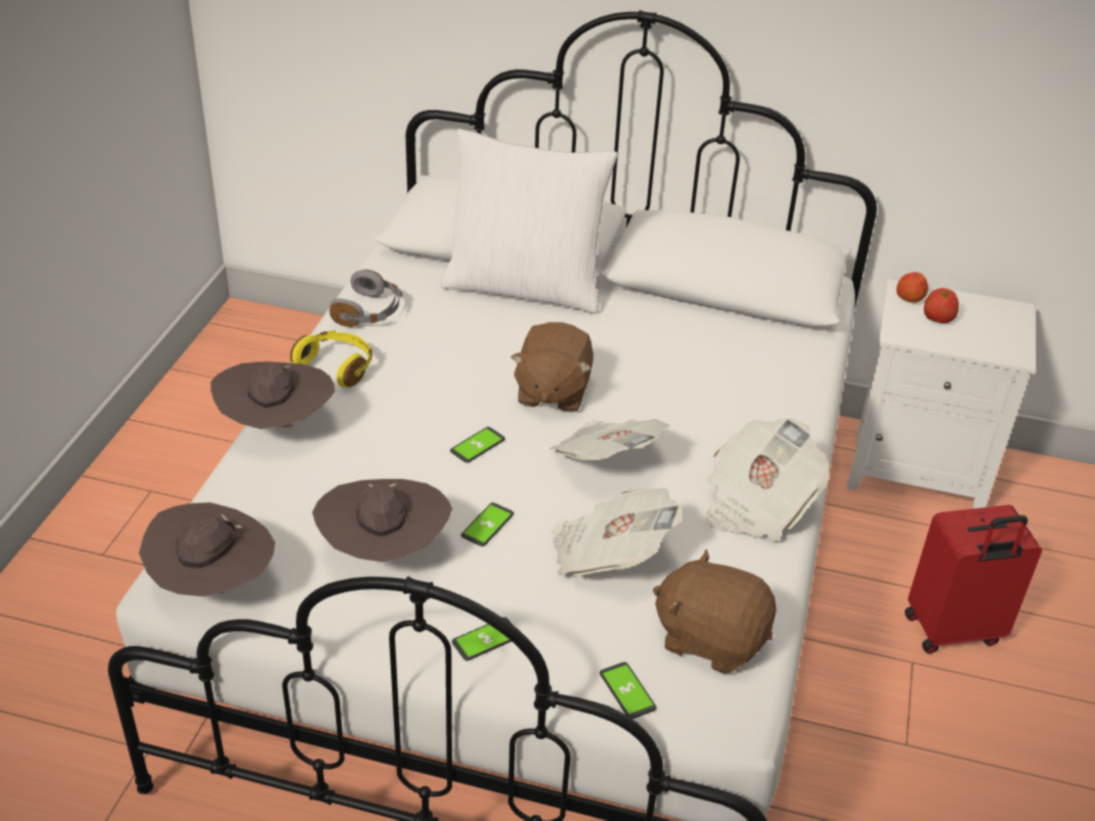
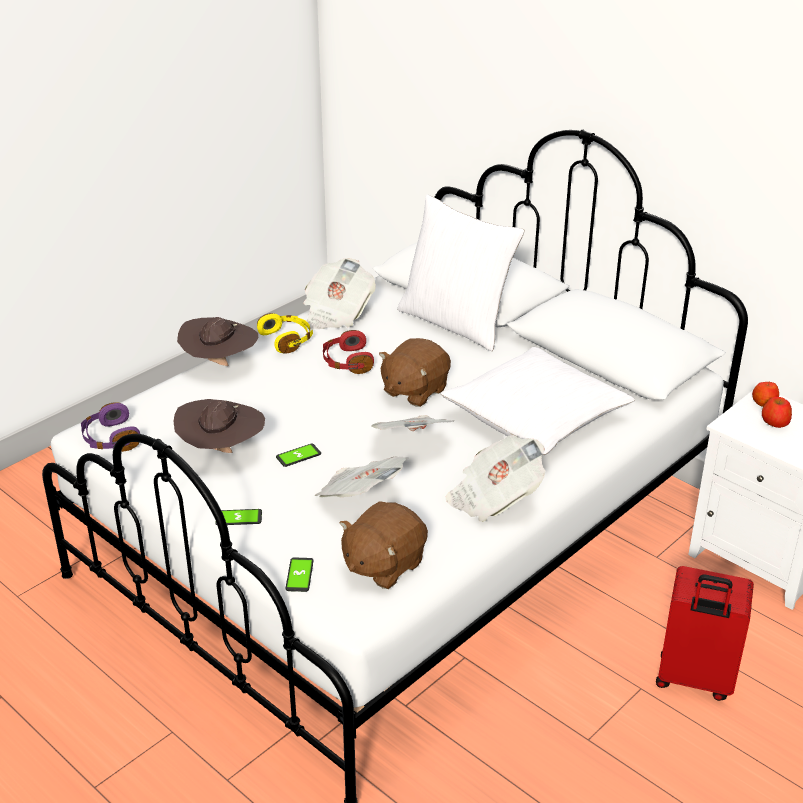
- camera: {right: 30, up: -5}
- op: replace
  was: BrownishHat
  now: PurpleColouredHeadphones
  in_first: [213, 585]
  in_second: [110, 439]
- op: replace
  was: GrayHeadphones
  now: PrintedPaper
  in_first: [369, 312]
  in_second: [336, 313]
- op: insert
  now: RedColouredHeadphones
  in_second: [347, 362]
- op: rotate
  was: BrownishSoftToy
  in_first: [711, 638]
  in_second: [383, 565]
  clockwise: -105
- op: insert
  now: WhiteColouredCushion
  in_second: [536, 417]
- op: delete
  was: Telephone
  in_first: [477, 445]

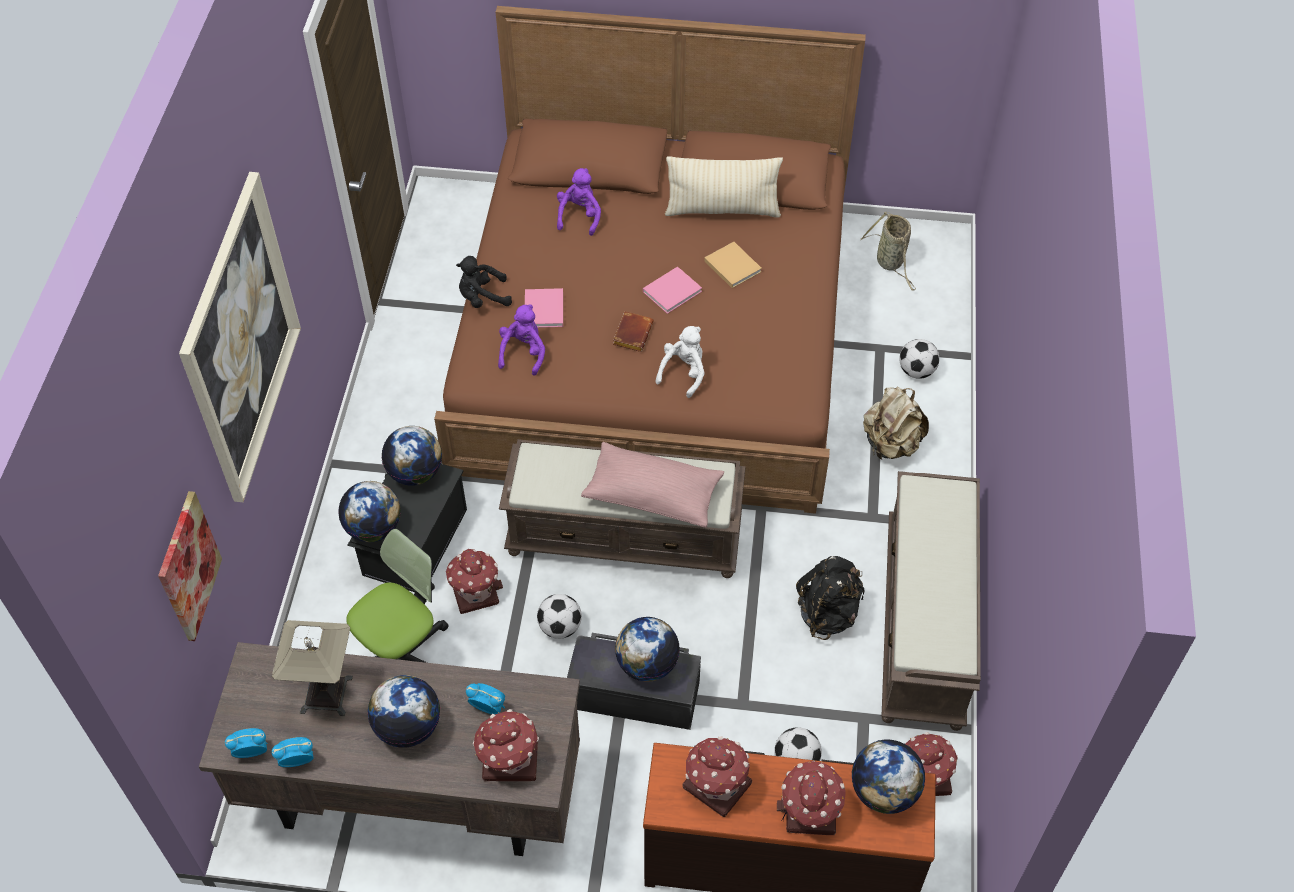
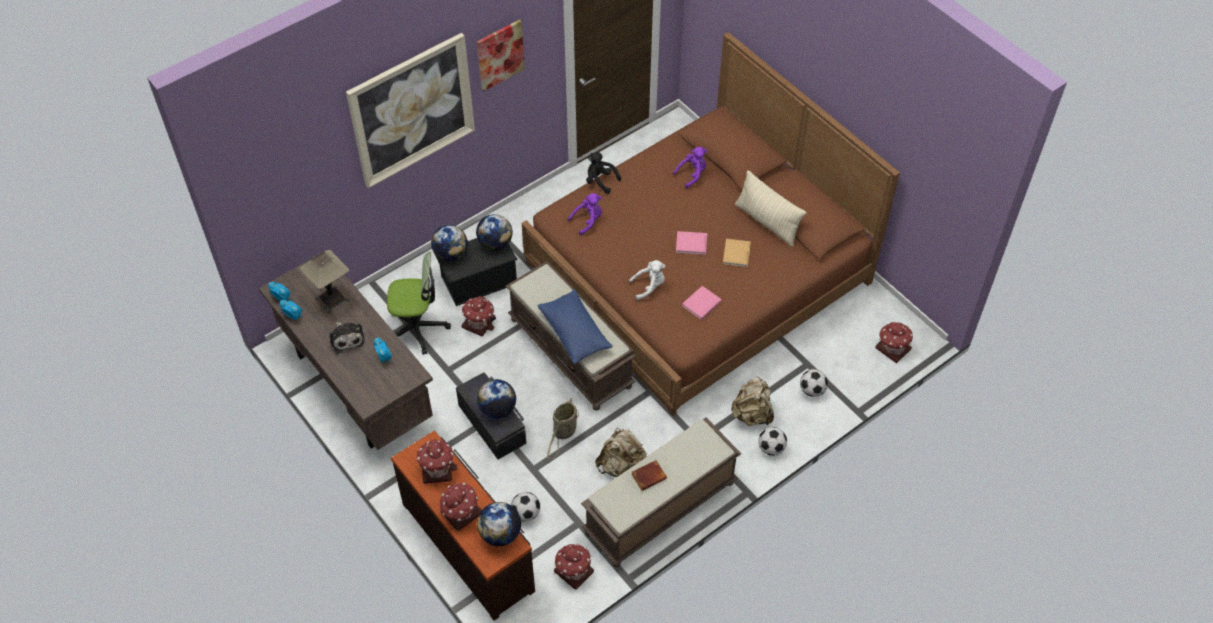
- camera: {right: 45, up: 0}
- op: replace
  was: Globe
  now: SoftToy
  in_first: [408, 726]
  in_second: [346, 338]
- op: move
  was: WallPicture
  in_first: [188, 566]
  in_second: [500, 54]
- op: recolor
  was: PinkCushion
  now: BlueColouredCushion
  in_first: [653, 495]
  in_second: [575, 333]
- op: move
  was: HouseholdBasket
  in_first: [890, 263]
  in_second: [564, 433]
- op: recolor
  was: BlackColouredRucksack
  now: BeigeRucksack
  in_first: [828, 613]
  in_second: [621, 464]
- op: move
  was: BrownishVolume
  in_first: [632, 333]
  in_second: [649, 476]
- op: move
  was: PinkVolume
  in_first: [544, 311]
  in_second: [701, 304]
- op: move
  was: FootballBall
  in_first: [560, 627]
  in_second: [771, 448]
- op: move
  was: ModelHouse
  in_first: [508, 759]
  in_second: [892, 348]

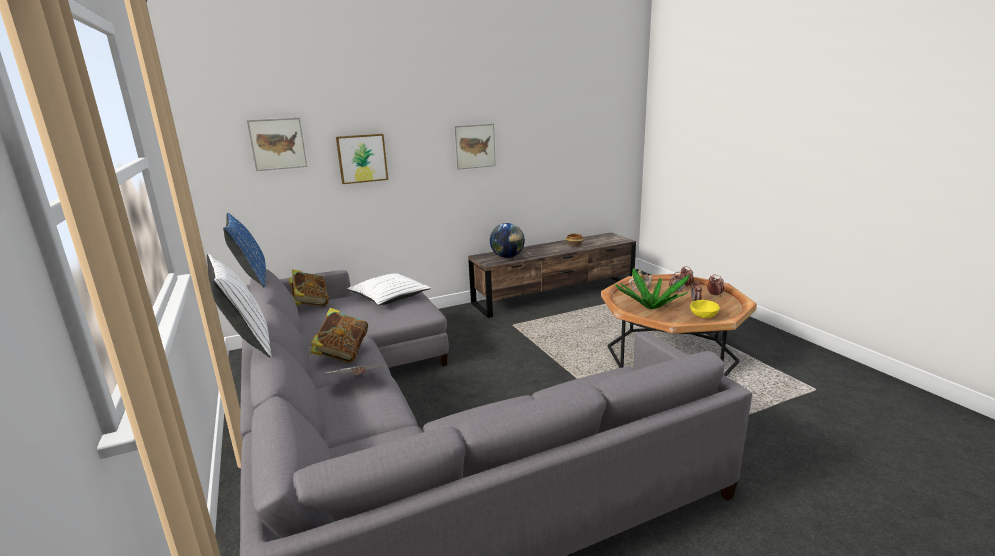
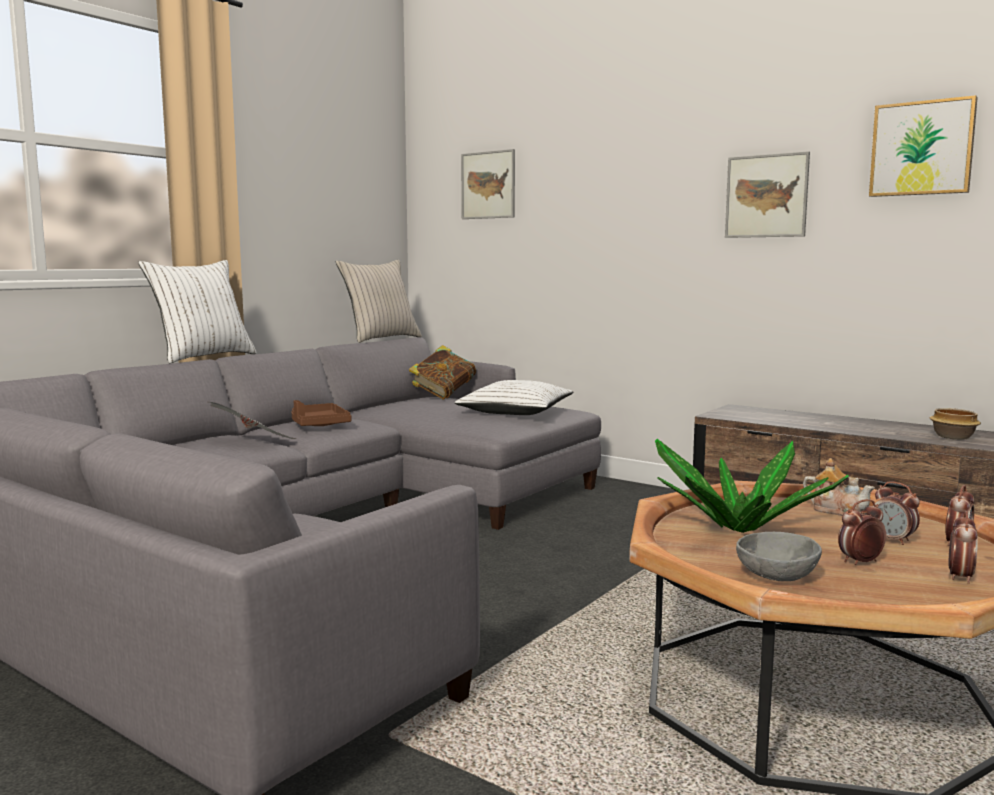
- camera: {right: 60, up: -10}
- op: replace
  was: Volume
  now: BrownishTray
  in_first: [342, 354]
  in_second: [318, 425]
- op: recolor
  was: BlueColouredCushion
  now: BeigeCushion
  in_first: [252, 279]
  in_second: [380, 339]
- op: recolor
  was: YellowishServingBowl
  now: GrayServingBowl
  in_first: [704, 316]
  in_second: [776, 577]
- op: move
  was: WallPicture
  in_first: [362, 158]
  in_second: [922, 148]
- op: delete
  was: Globe
  in_first: [507, 257]

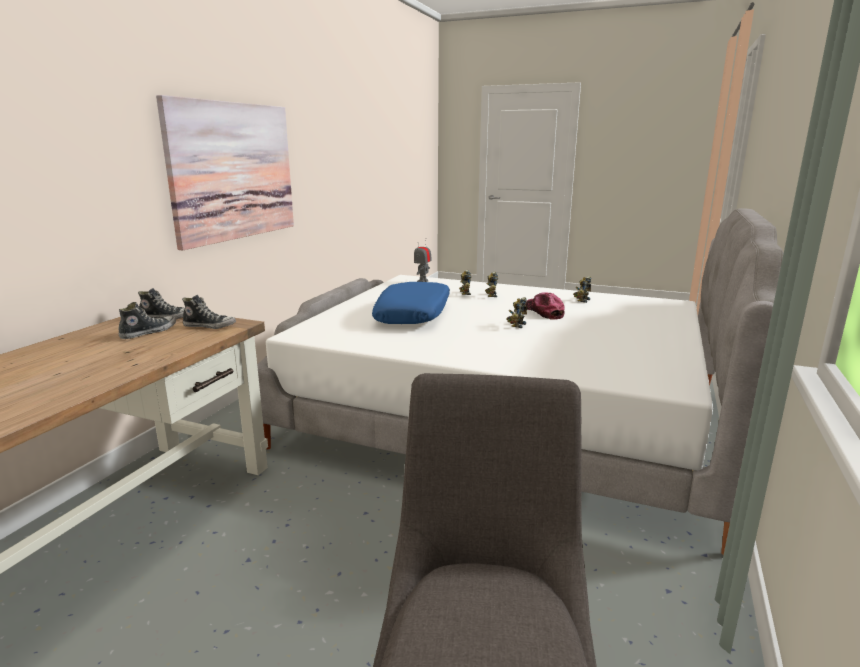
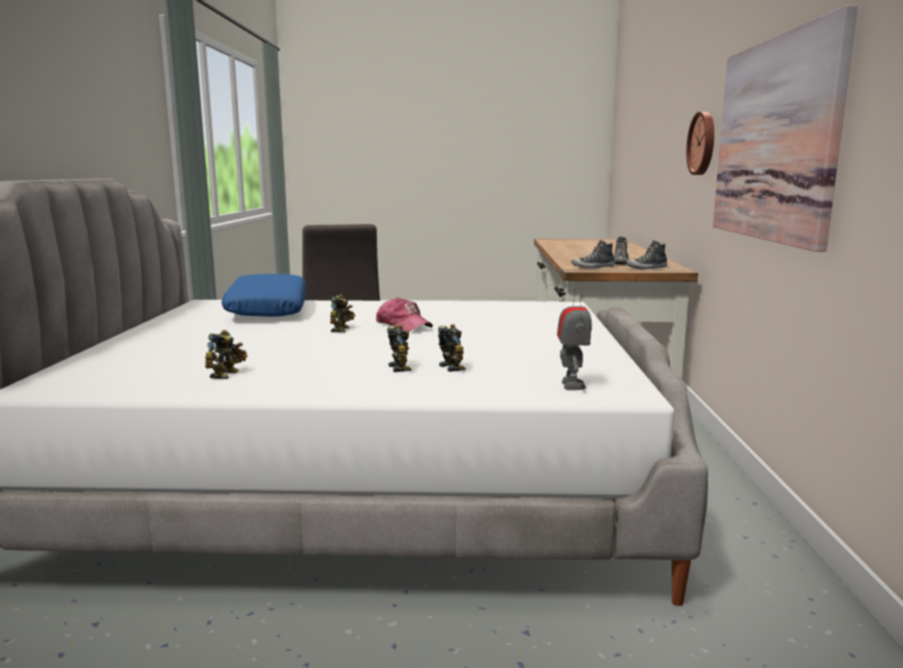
- camera: {right: 160, up: -5}
- op: move
  was: BlueColouredCushion
  in_first: [414, 314]
  in_second: [267, 310]
- op: move
  was: PeakedCap
  in_first: [543, 312]
  in_second: [403, 325]
- op: insert
  now: WallClock
  in_second: [703, 143]

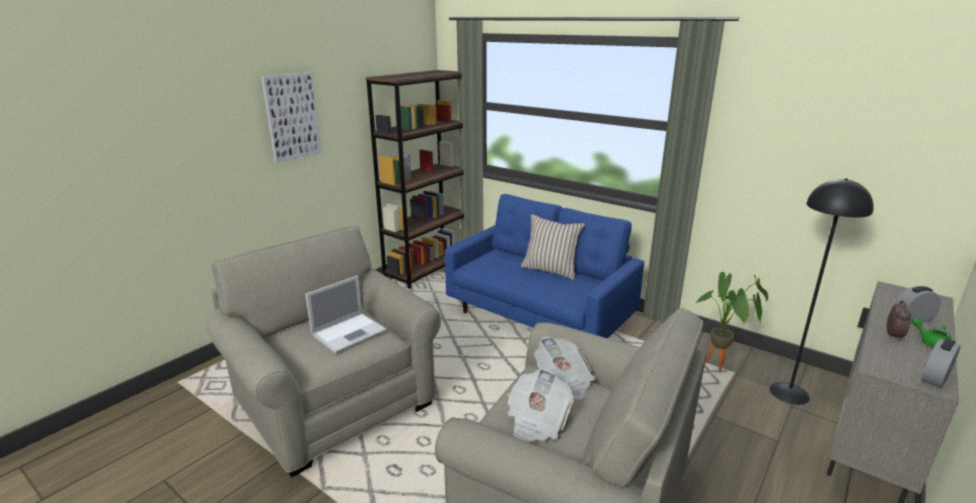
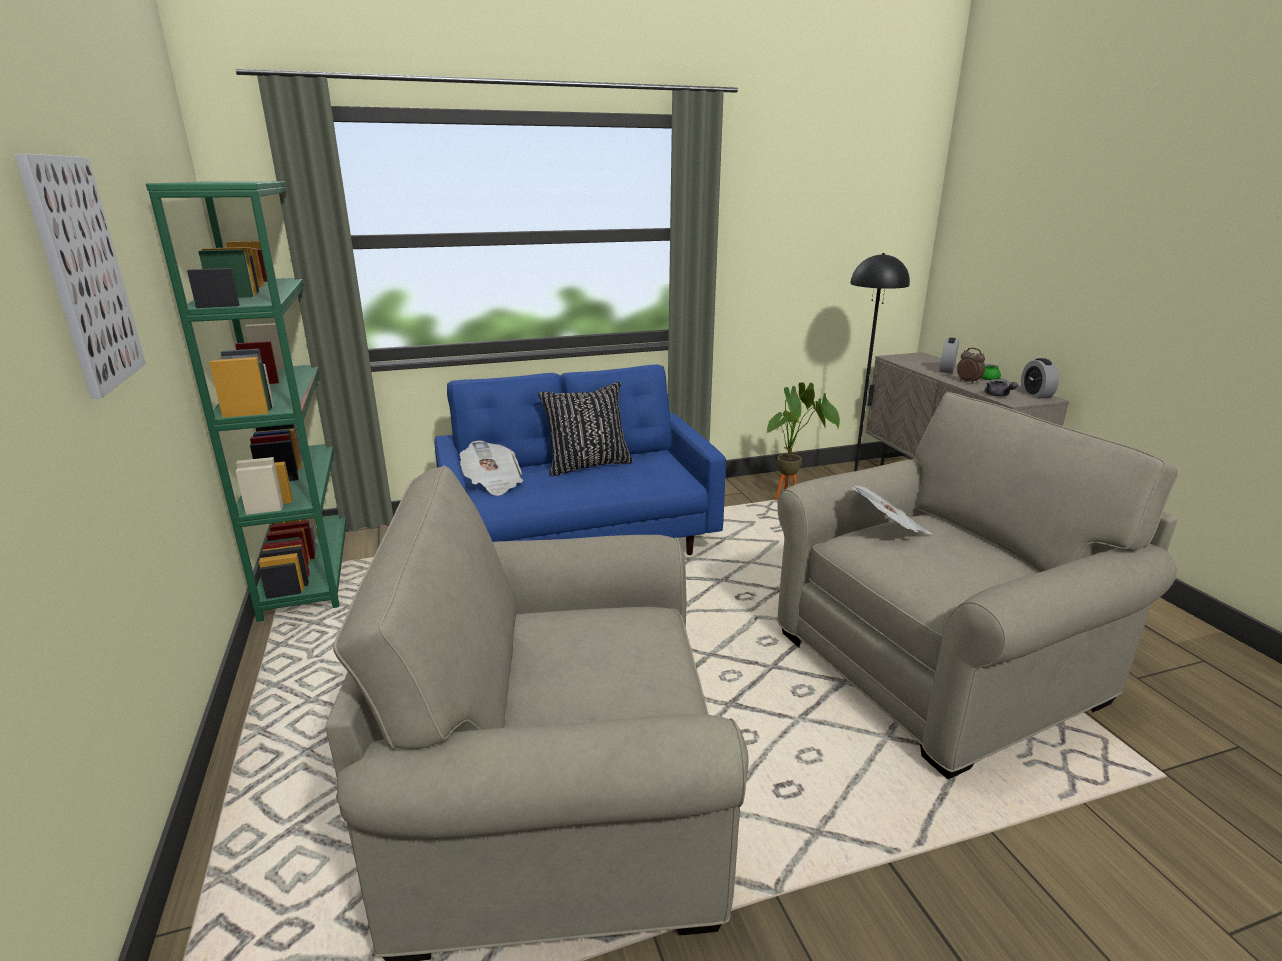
- camera: {right: -55, up: 0}
- op: recolor
  was: BrownishShelvingUnit
  now: GreenishShelvingUnit
  in_first: [427, 269]
  in_second: [308, 569]
- op: move
  was: PrintedPaper
  in_first: [537, 421]
  in_second: [492, 483]
- op: recolor
  was: BeigeCushion
  now: BlackColouredCushion
  in_first: [550, 270]
  in_second: [587, 465]
- op: insert
  now: GrayTeapot
  in_second: [998, 395]
- op: delete
  was: NotebookComputer
  in_first: [350, 332]

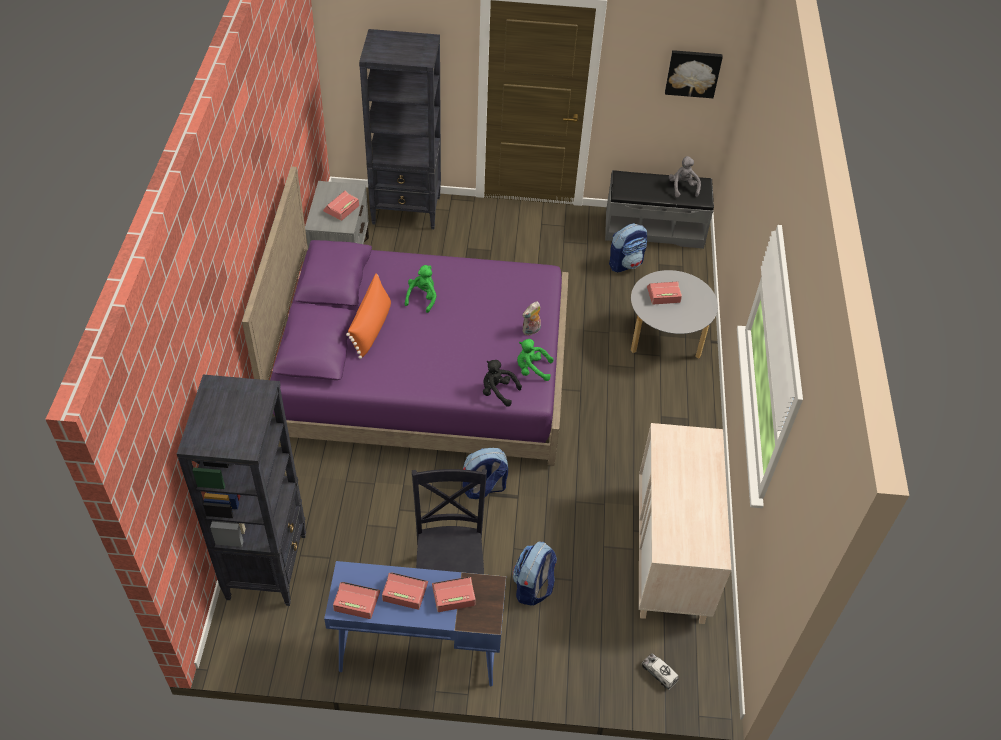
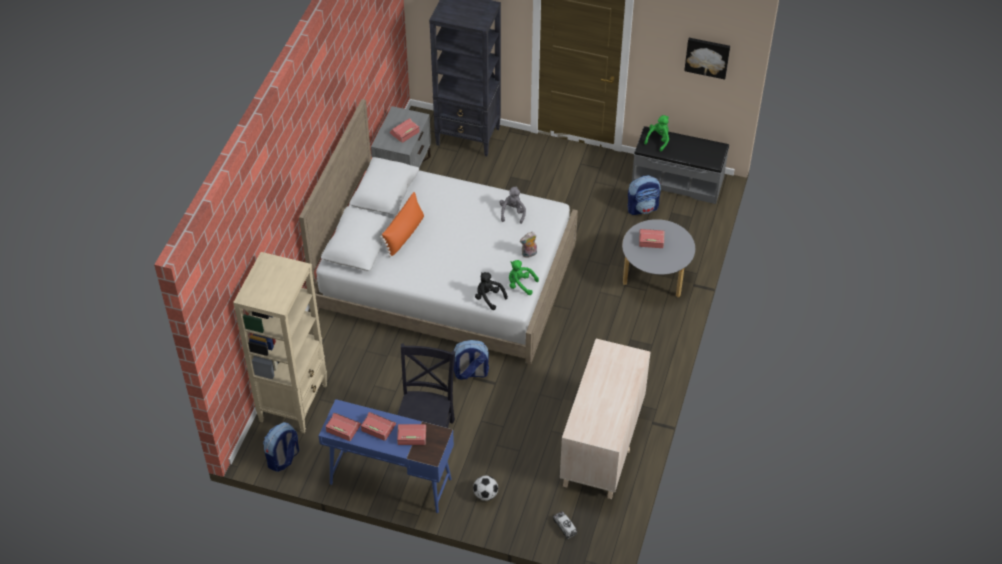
- camera: {right: 15, up: 0}
- op: recolor
  was: BlackColouredShelvingUnit
  now: BeigeShelvingUnit
  in_first: [267, 565]
  in_second: [294, 402]
- op: move
  was: Rucksack
  in_first: [533, 587]
  in_second: [283, 459]
- op: recolor
  was: PurpleColouredBedroomBed
  now: WhiteColouredBedroomBed
  in_first: [423, 374]
  in_second: [446, 277]
- op: insert
  now: FootballBall
  in_second: [485, 494]
- op: move
  was: GraySoftToy
  in_first: [683, 187]
  in_second: [512, 213]
- op: move
  was: GreenishSoftToy
  in_first: [422, 298]
  in_second: [658, 140]

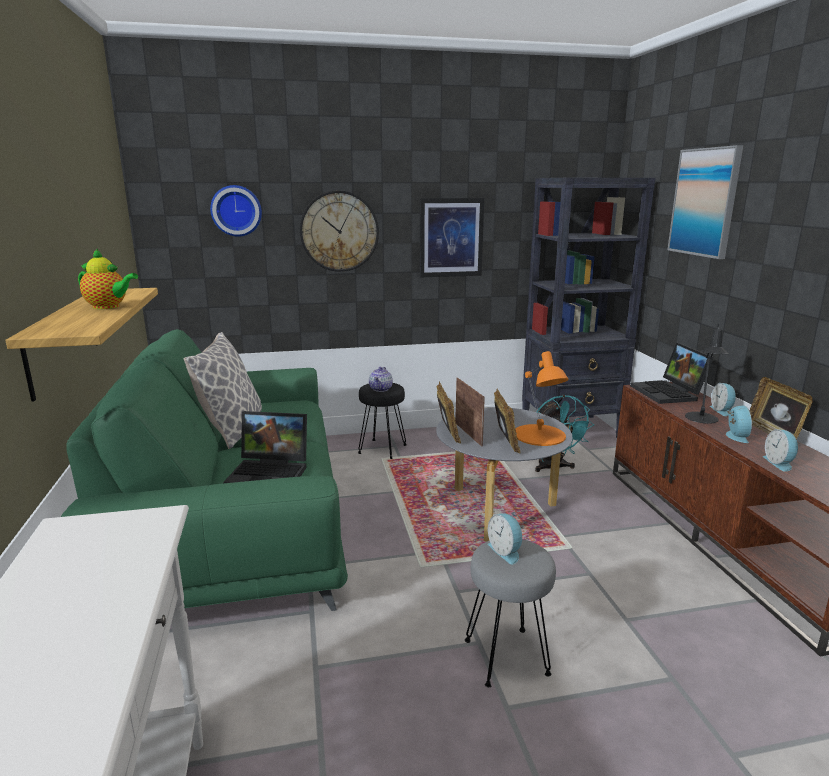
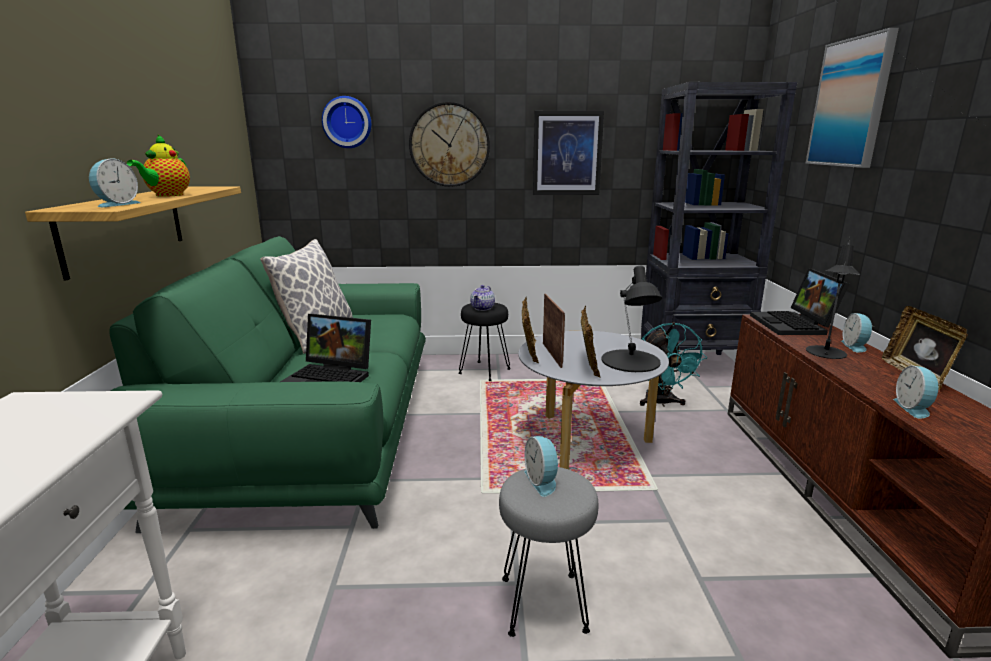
- camera: {right: 10, up: 0}
- op: move
  was: TableClock
  in_first: [735, 436]
  in_second: [116, 204]
- op: rotate
  was: Teapot
  in_first: [109, 307]
  in_second: [167, 195]
  clockwise: 75
- op: recolor
  was: OrangeyTableLamp
  now: BlackColouredTableLamp
  in_first: [539, 435]
  in_second: [630, 361]

